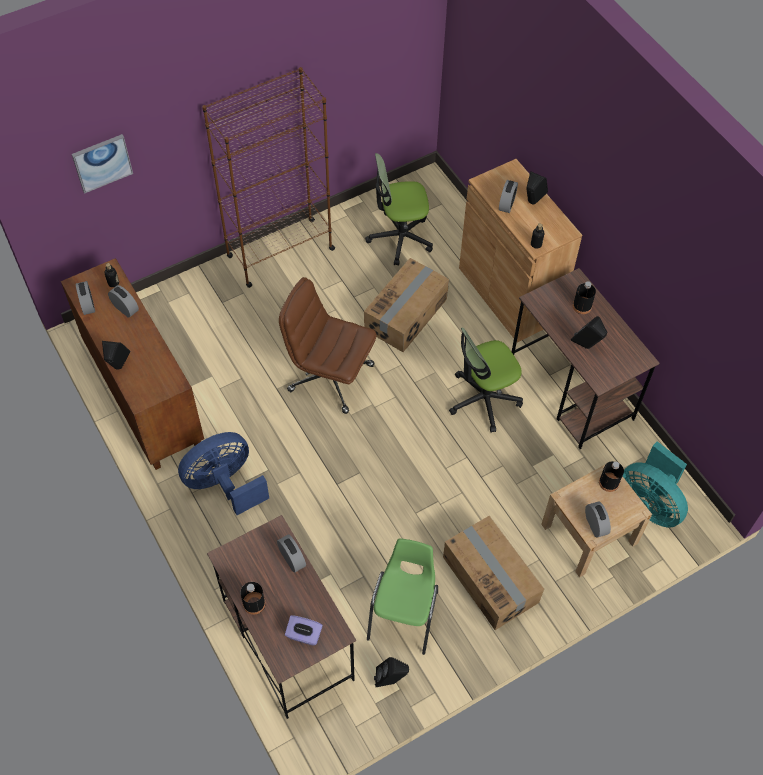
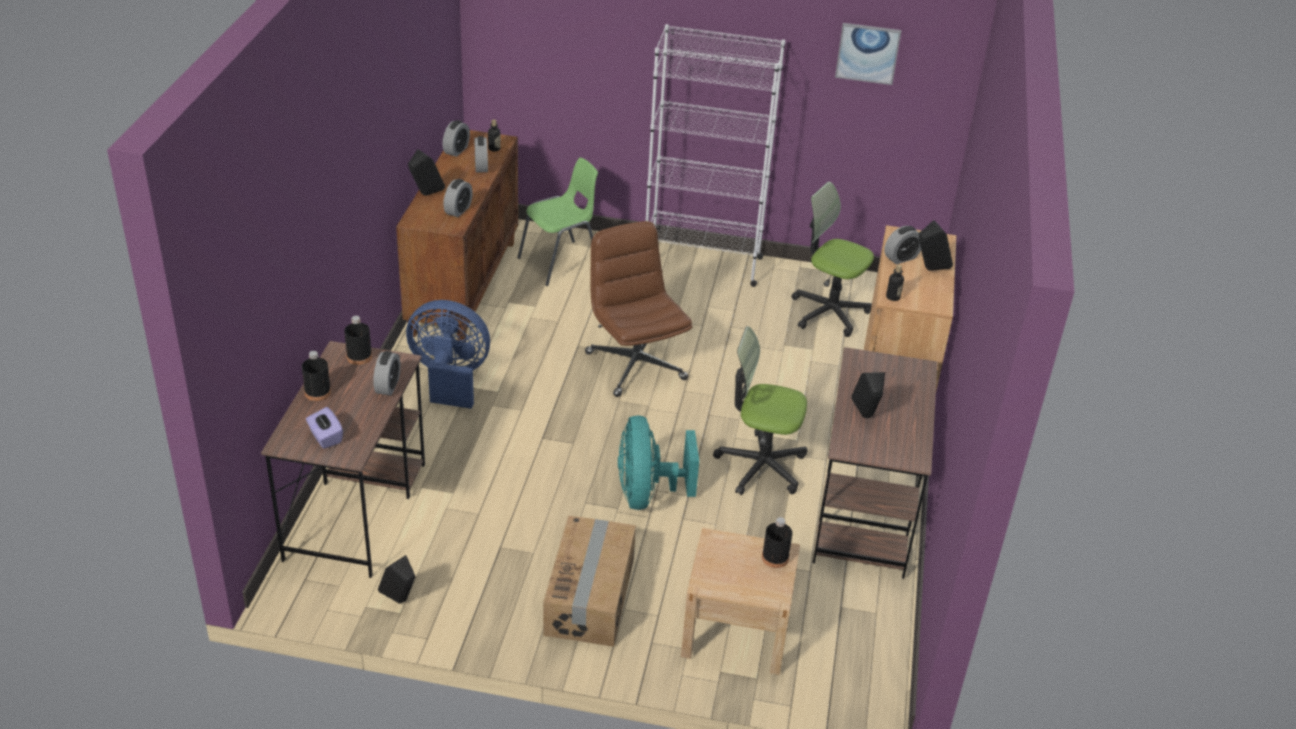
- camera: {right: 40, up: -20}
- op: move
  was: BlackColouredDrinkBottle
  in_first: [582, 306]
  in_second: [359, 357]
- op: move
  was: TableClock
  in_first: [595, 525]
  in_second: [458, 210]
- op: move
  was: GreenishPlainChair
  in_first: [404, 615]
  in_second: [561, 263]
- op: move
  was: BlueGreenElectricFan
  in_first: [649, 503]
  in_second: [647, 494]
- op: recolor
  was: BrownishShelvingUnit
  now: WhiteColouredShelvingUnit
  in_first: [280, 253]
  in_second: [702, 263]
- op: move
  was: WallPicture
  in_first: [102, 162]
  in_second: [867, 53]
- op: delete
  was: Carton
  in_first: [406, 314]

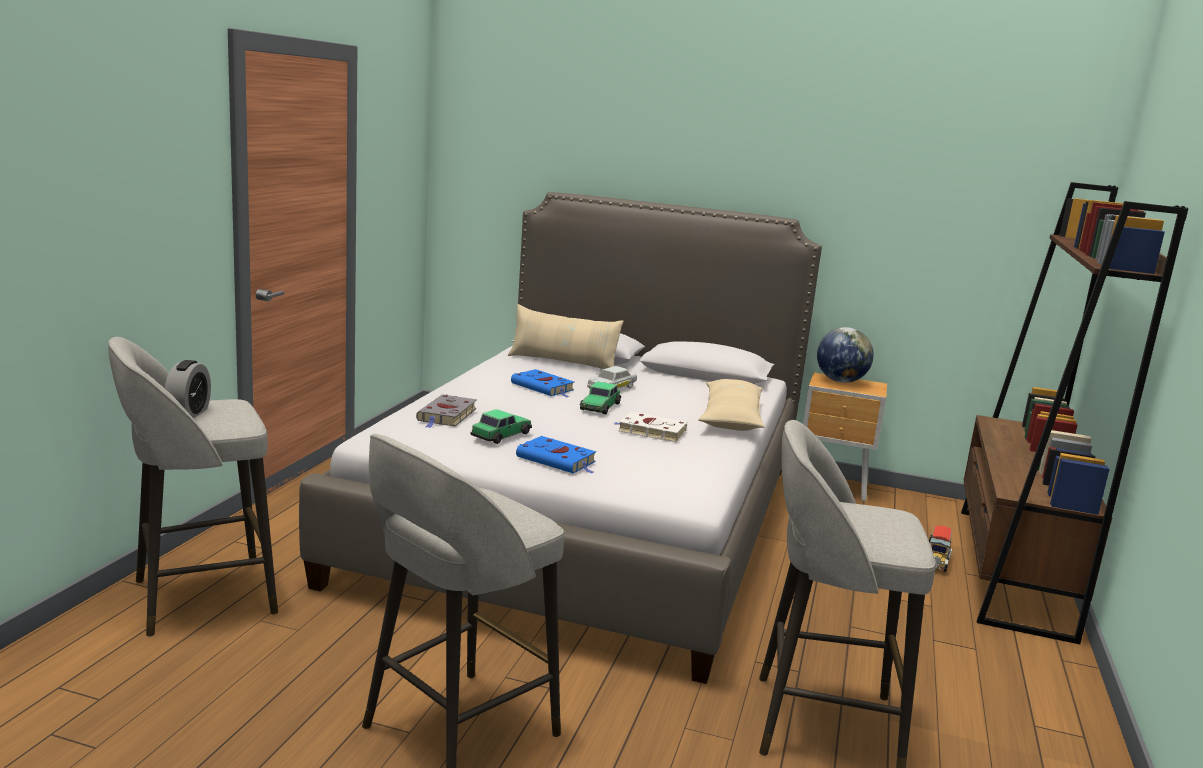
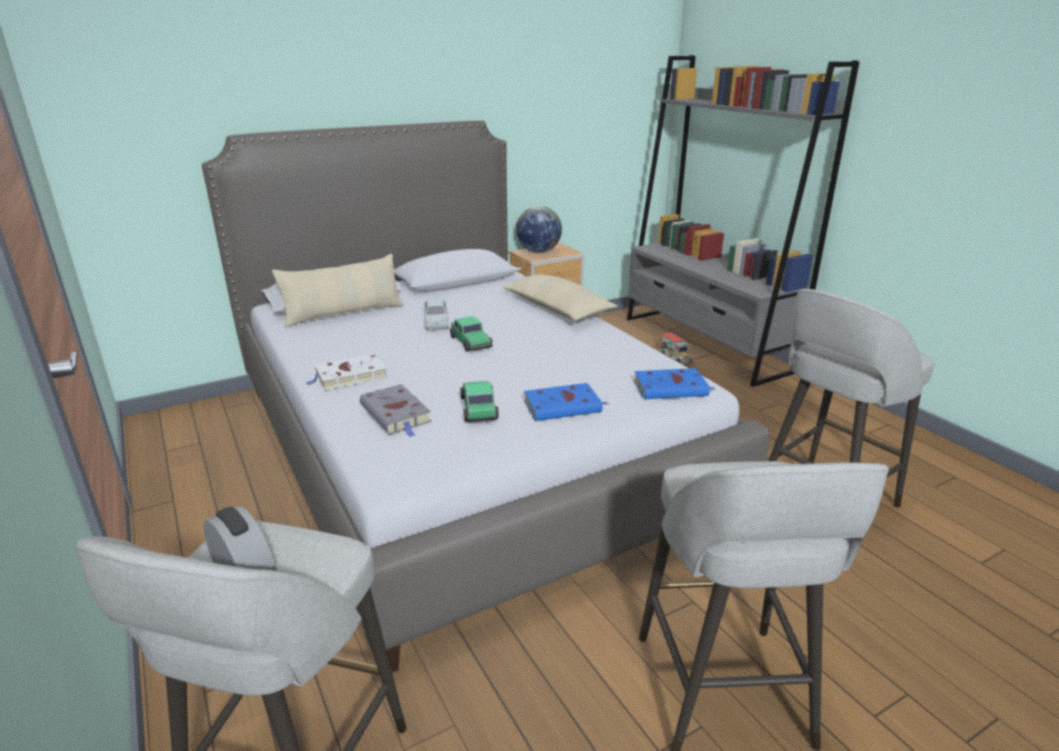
- camera: {right: -45, up: 10}
- op: move
  was: WhiteColouredVolume
  in_first: [650, 431]
  in_second: [349, 376]
- op: recolor
  was: BrownishShelvingUnit
  now: GrayShelvingUnit
  in_first: [1012, 569]
  in_second: [706, 344]
- op: move
  was: BlueColouredVolume
  in_first: [544, 387]
  in_second: [672, 388]

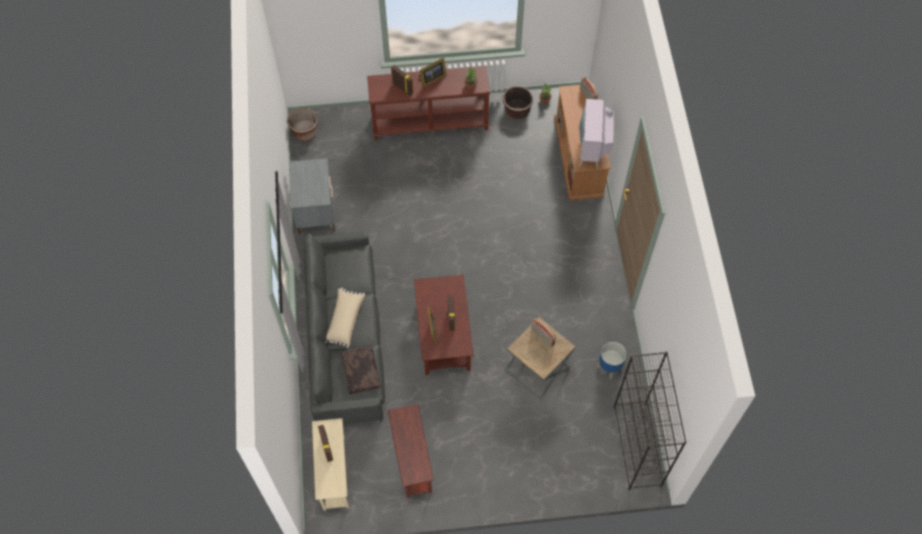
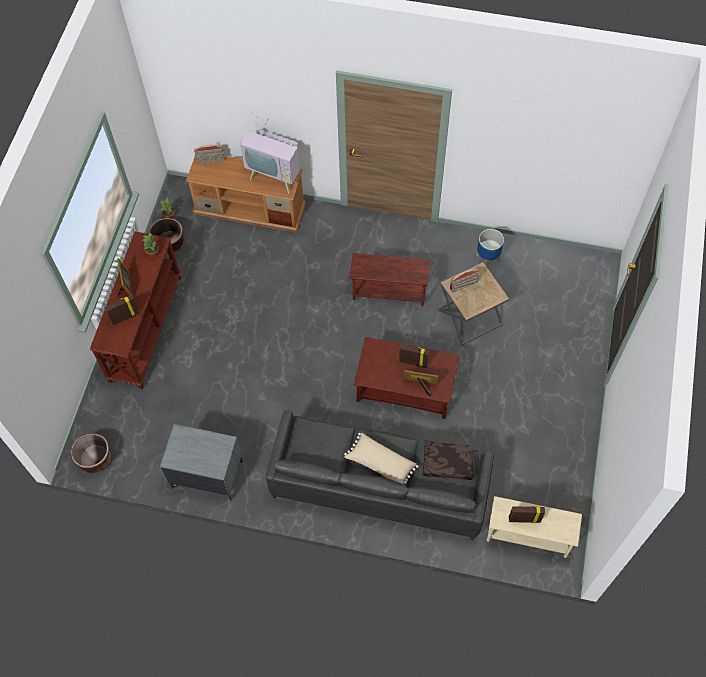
- camera: {right: -70, up: 0}
- op: move
  was: BrownishEndTable
  in_first: [412, 460]
  in_second: [389, 293]
- op: delete
  was: BlackColouredShelvingUnit
  in_first: [637, 446]

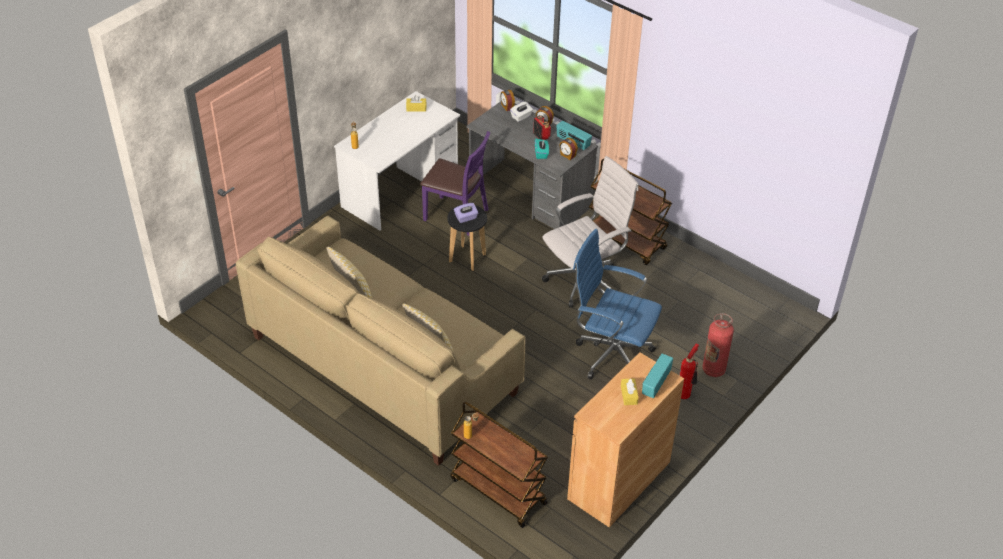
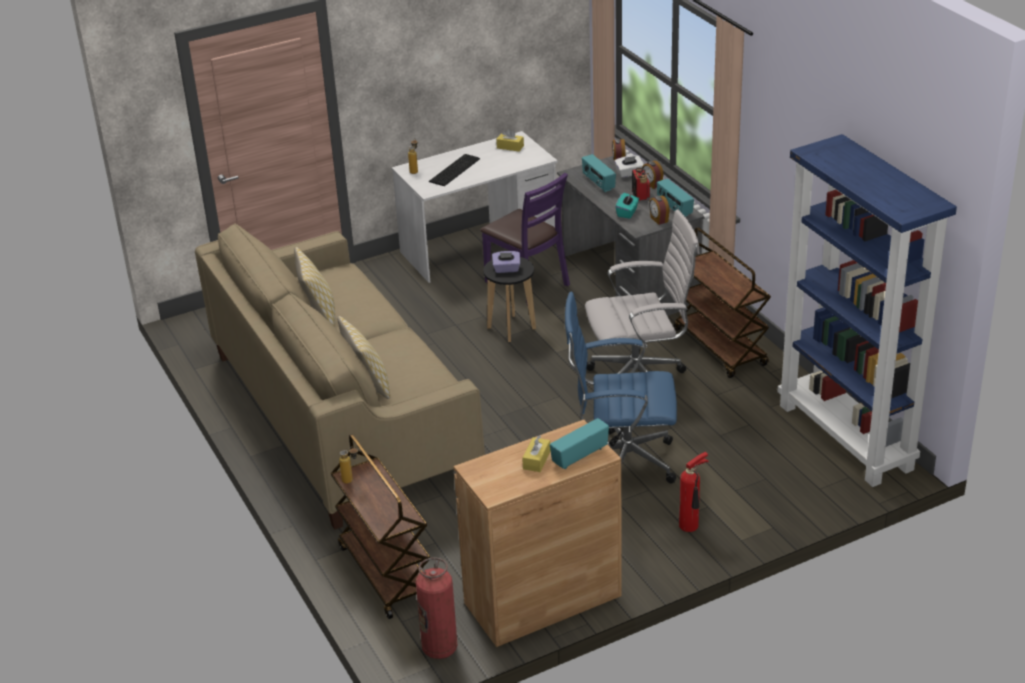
- camera: {right: 25, up: -10}
- op: move
  was: Extinguisher
  in_first: [713, 369]
  in_second: [439, 648]
- op: insert
  now: Keyboard
  in_second: [453, 170]
- op: rotate
  was: BlueColouredComputerChair
  in_first: [610, 354]
  in_second: [621, 462]
  clockwise: -45
- op: insert
  now: RadioSet
  in_second: [598, 183]
- op: insert
  now: BlueColouredShelvingUnit
  in_second: [847, 437]

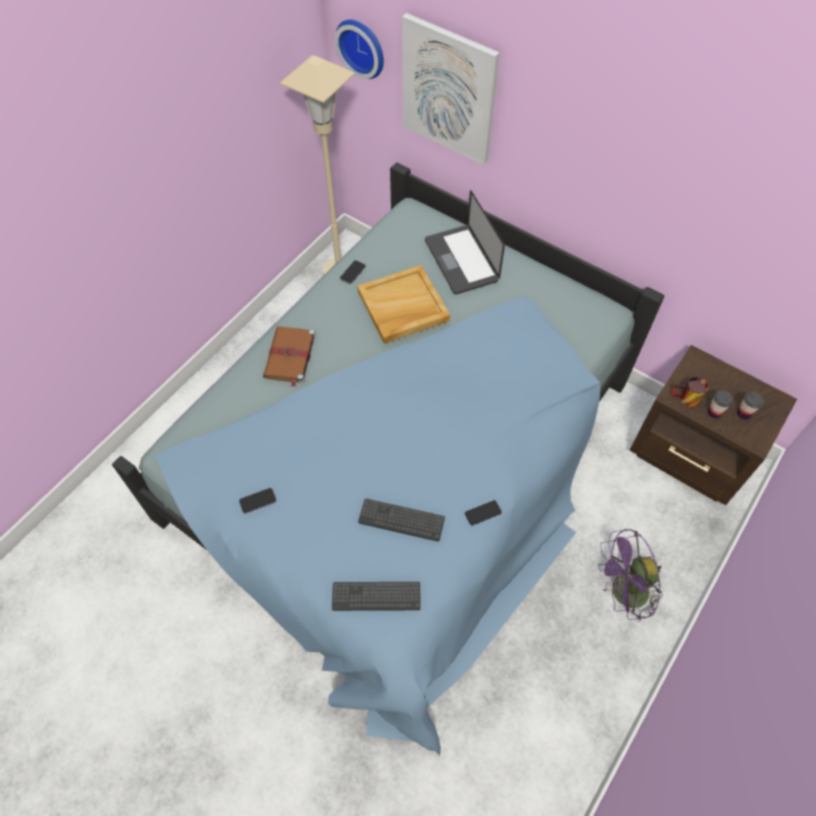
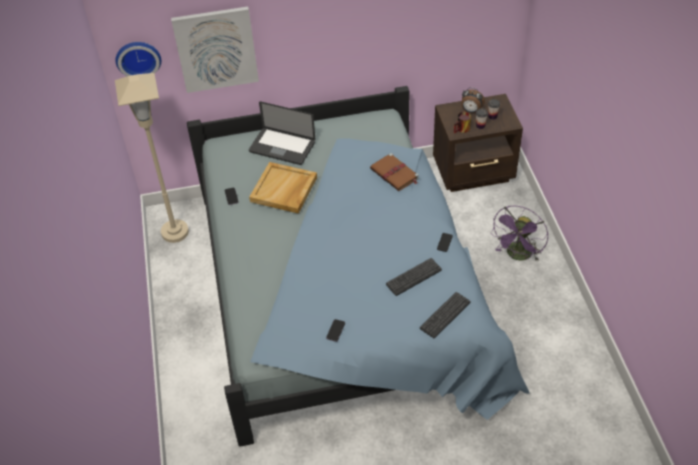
- camera: {right: -45, up: -10}
- op: move
  was: BrownishVolume
  in_first: [289, 357]
  in_second: [395, 174]
- op: insert
  now: TableClock
  in_second: [471, 111]

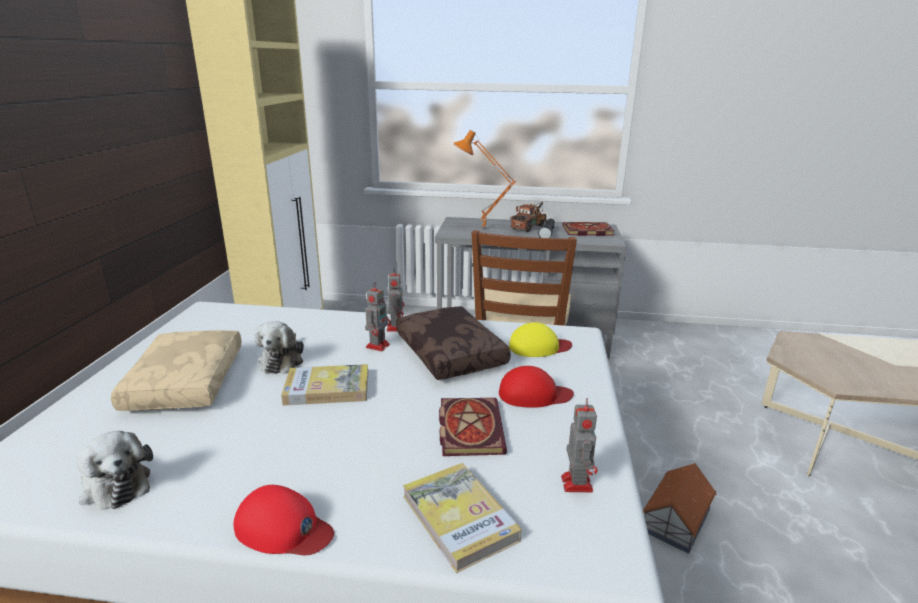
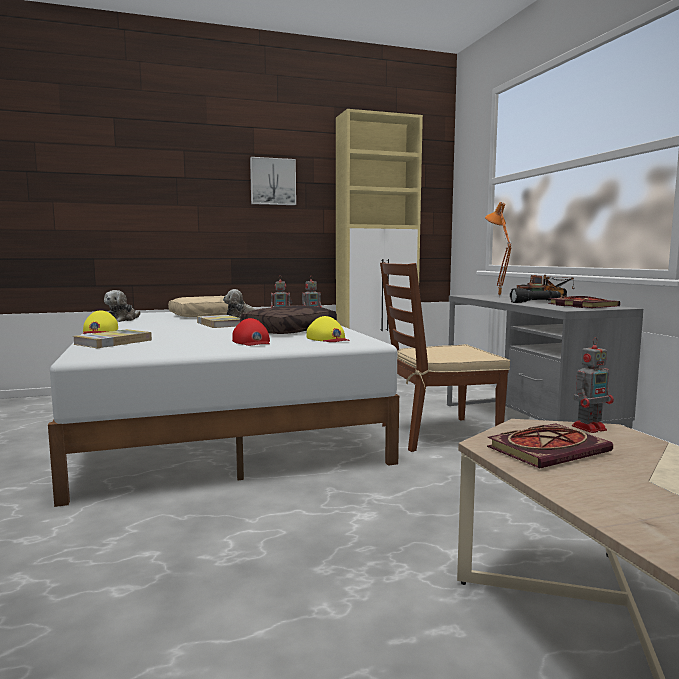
- camera: {right: 65, up: -15}
- op: recolor
  was: RedColouredPeakedCap
  now: YellowishPeakedCap
  in_first: [283, 528]
  in_second: [99, 331]
- op: insert
  now: WallPicture
  in_second: [272, 181]
- op: move
  was: Volume
  in_first: [469, 428]
  in_second: [548, 449]
- op: move
  was: RobotFigure
  in_first: [576, 482]
  in_second: [590, 427]
- op: delete
  was: ModelHouse
  in_first: [675, 520]

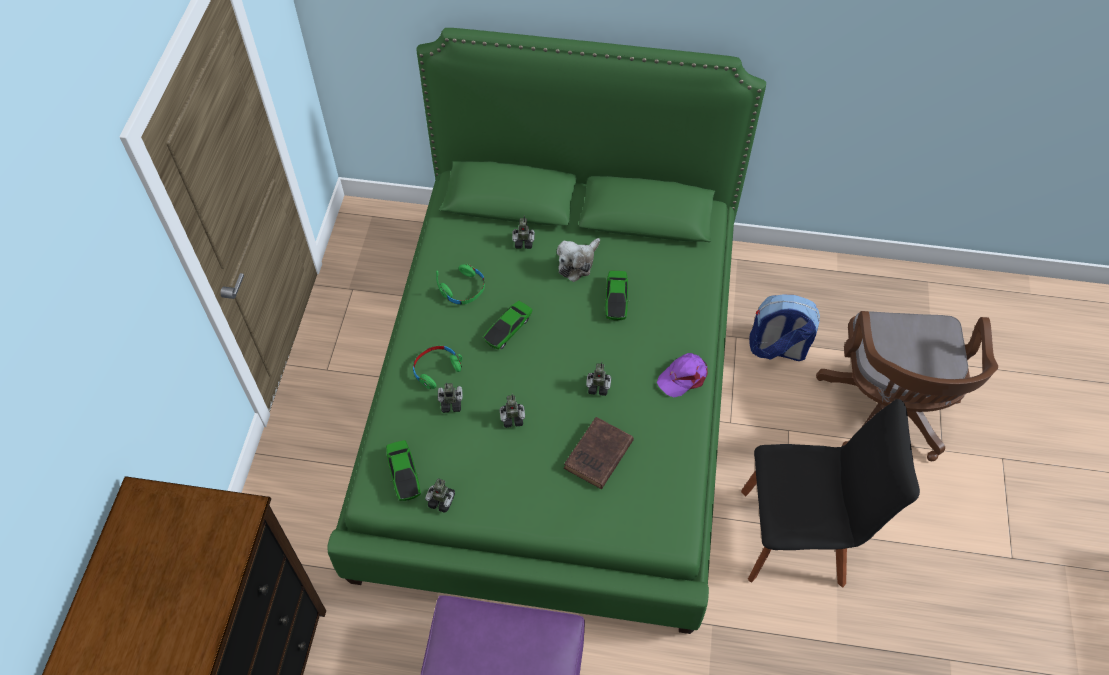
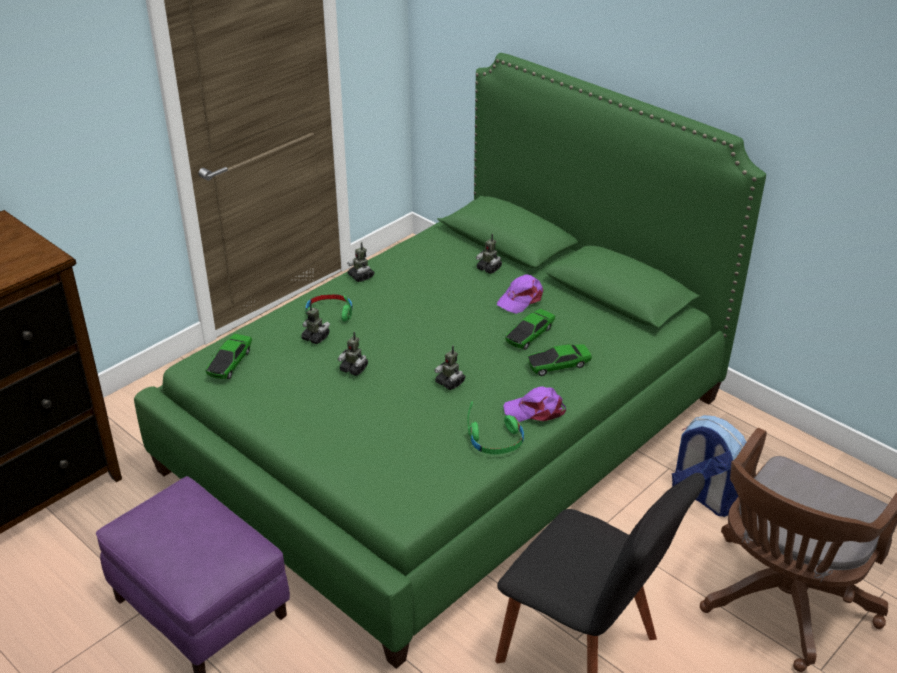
- camera: {right: 35, up: -20}
- op: move
  was: RobotFigure
  in_first: [441, 500]
  in_second: [361, 276]
- op: move
  was: GreenishHeadphones
  in_first: [464, 289]
  in_second: [496, 442]
- op: replace
  was: SoftToy
  now: PurpleColouredPeakedCap
  in_first: [577, 263]
  in_second: [521, 299]
- op: move
  was: ToyCar
  in_first: [508, 329]
  in_second: [558, 365]
- op: delete
  was: BrownishVolume
  in_first: [597, 456]

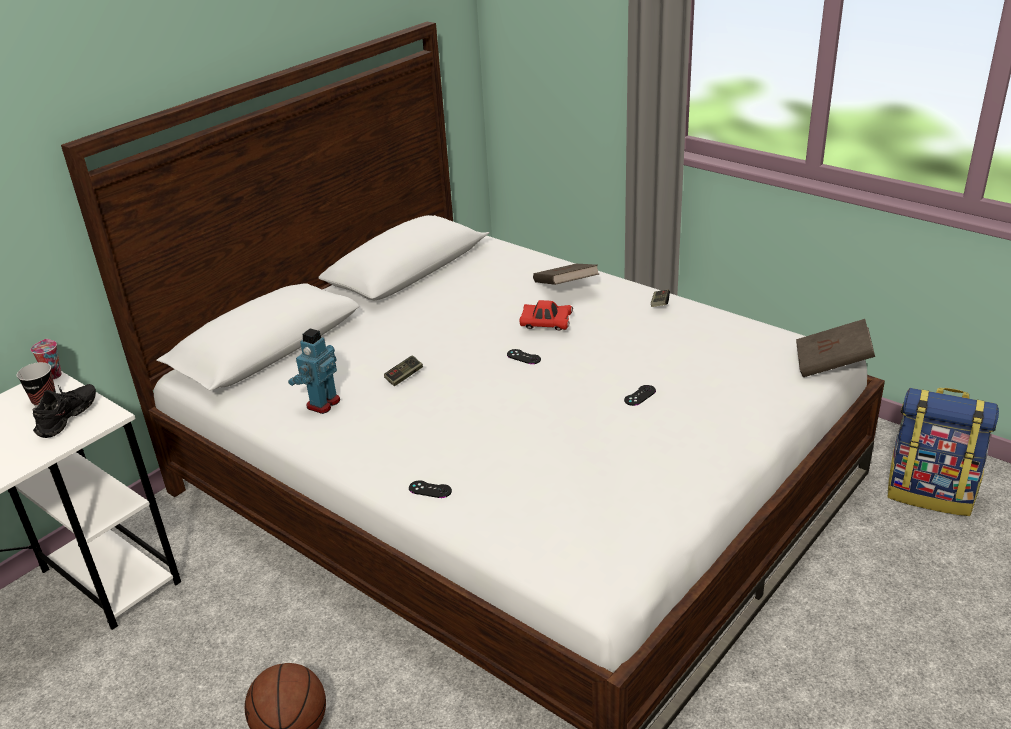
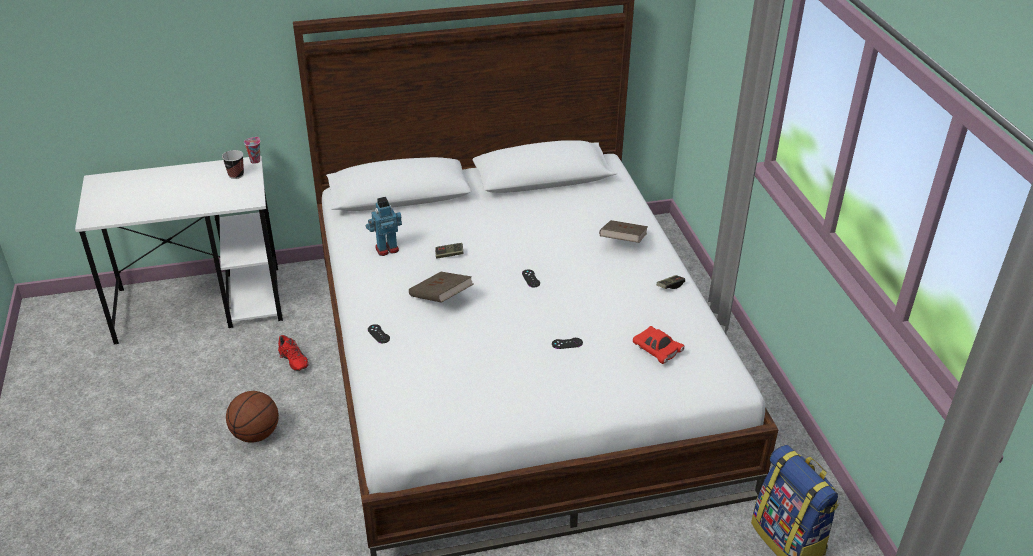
- camera: {right: 35, up: 5}
- op: insert
  now: RedColouredLowShoe
  in_second: [292, 362]
- op: move
  was: BrownishVolume
  in_first: [831, 364]
  in_second: [441, 298]
- op: move
  was: RedColouredToyCar
  in_first: [546, 325]
  in_second: [657, 351]
- op: delete
  was: BlackColouredLowShoe
  in_first: [70, 419]

